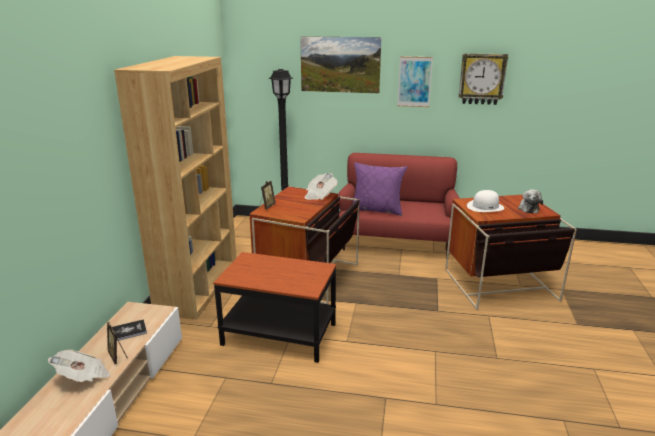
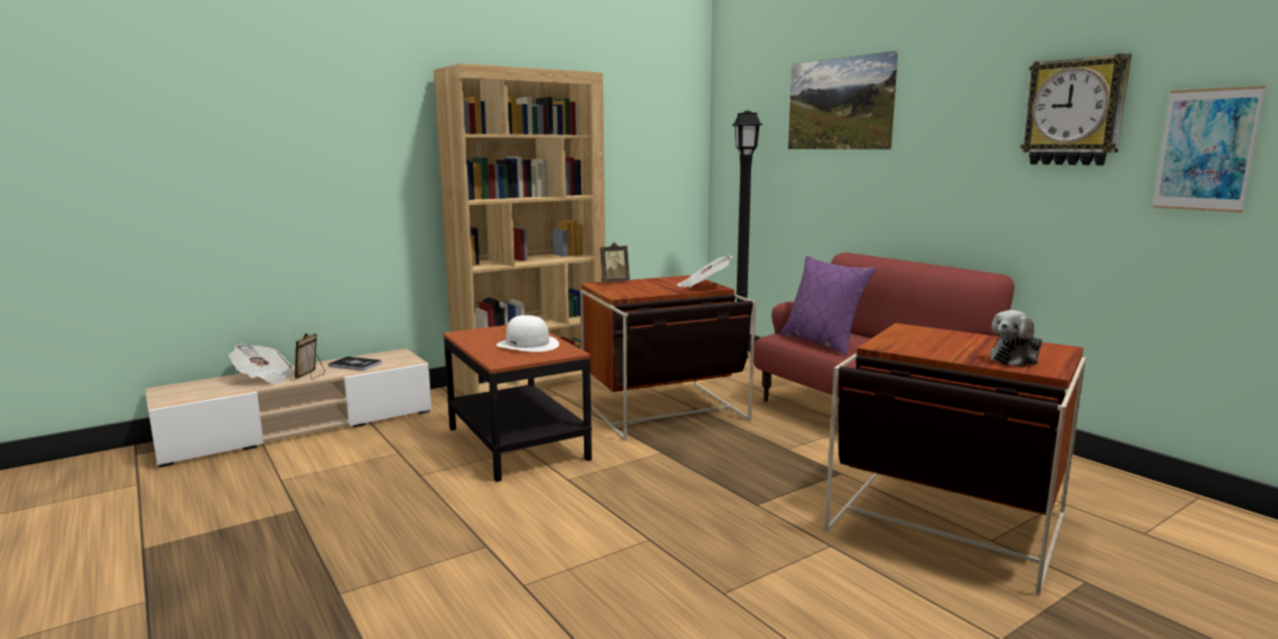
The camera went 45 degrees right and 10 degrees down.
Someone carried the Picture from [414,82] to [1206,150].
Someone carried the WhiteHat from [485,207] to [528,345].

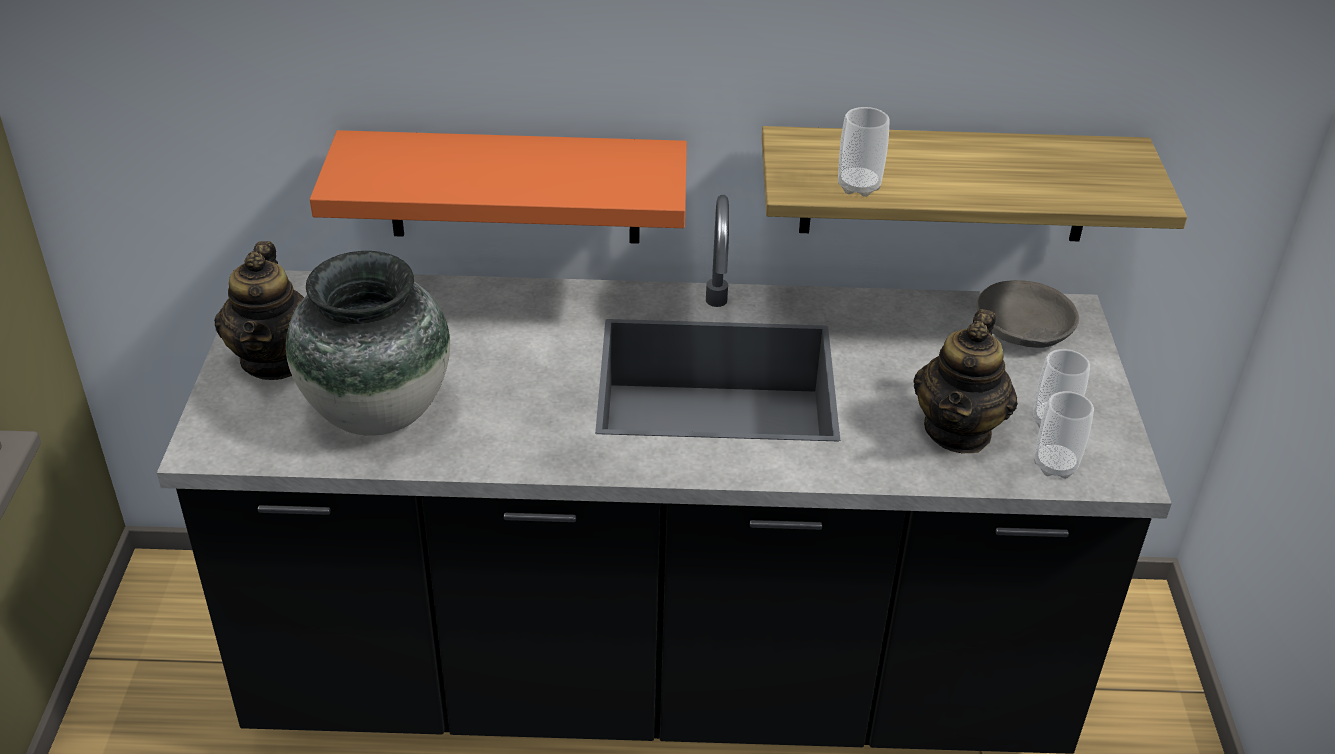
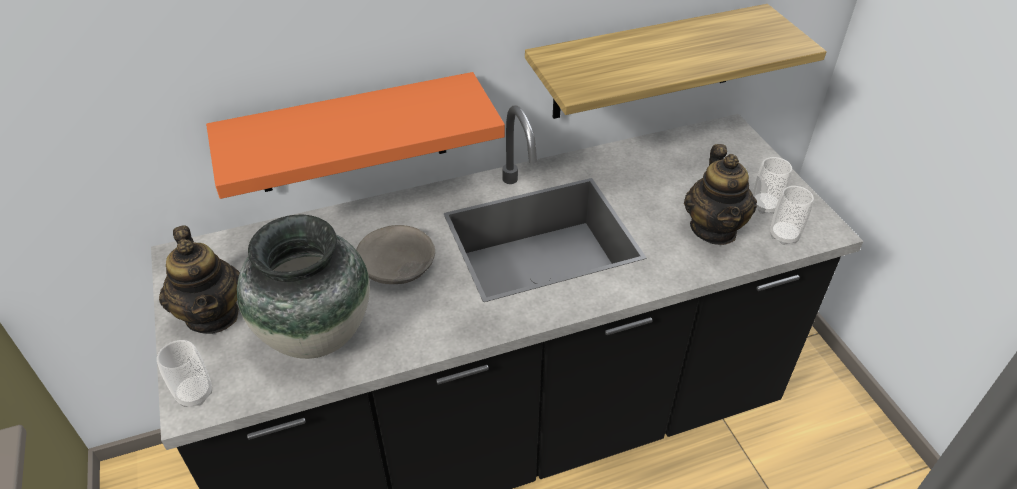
The camera went 20 degrees left and 5 degrees up.
Someone carried the Cup from [858,186] to [195,394].
Someone carried the GreyBowl from [1023,329] to [397,266].

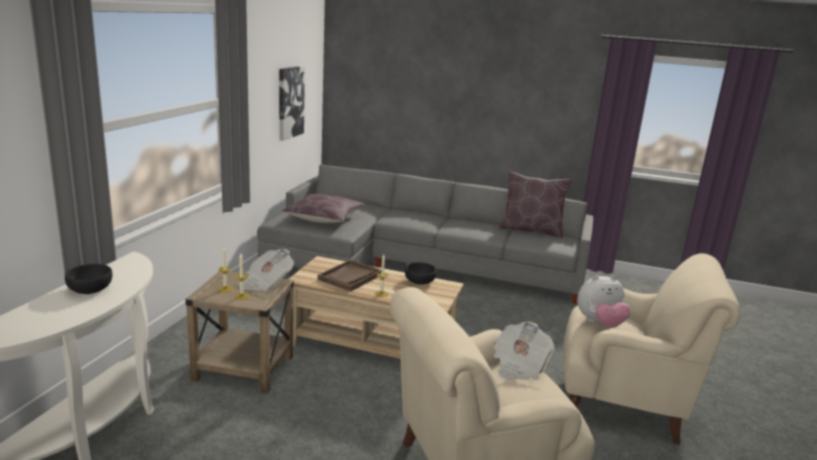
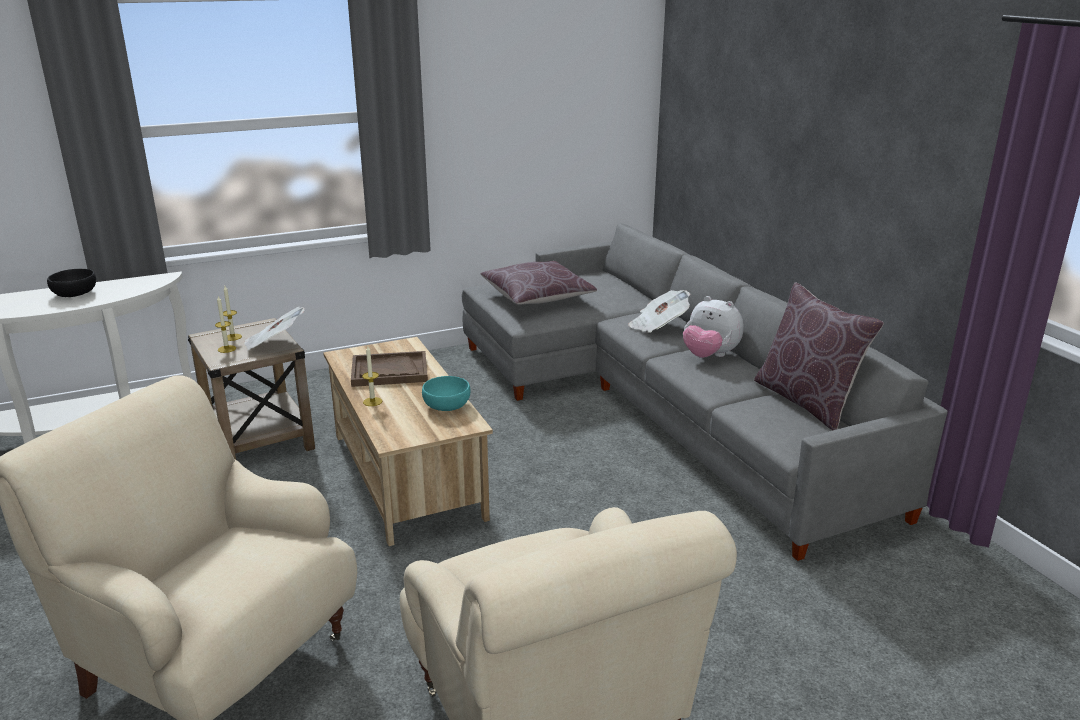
The camera went 50 degrees right and 5 degrees up.
Someone took away the Picture at [290,102].
Someone carried the Newspaper from [519,366] to [658,326].
Someone carried the PlushToy from [600,324] to [709,356].
Someone repainted the BlackBowl at [419,281], which became the TurquoiseBowl at [446,405].

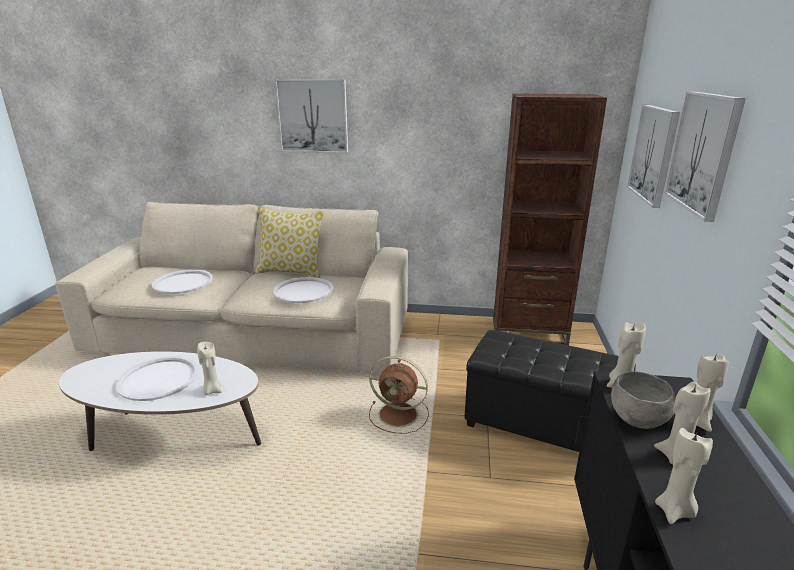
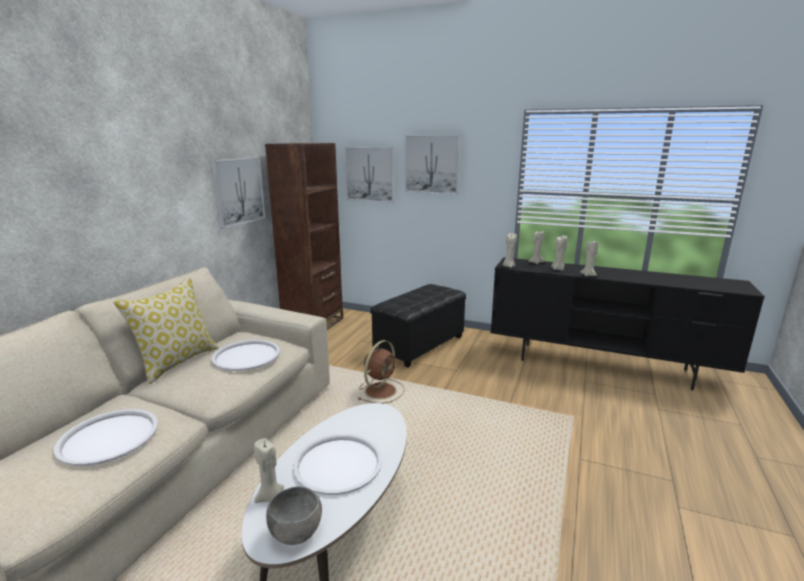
The camera went 75 degrees left and 5 degrees down.
Someone carried the BeigeCandle from [212,390] to [271,497].
Someone carried the Picture from [313,116] to [238,191].
Someone carried the GreyBowl from [638,421] to [297,534].

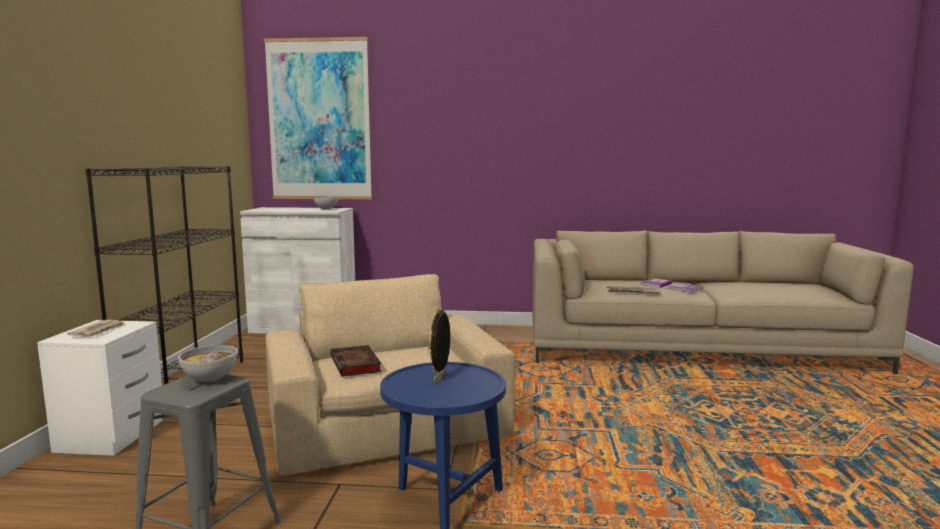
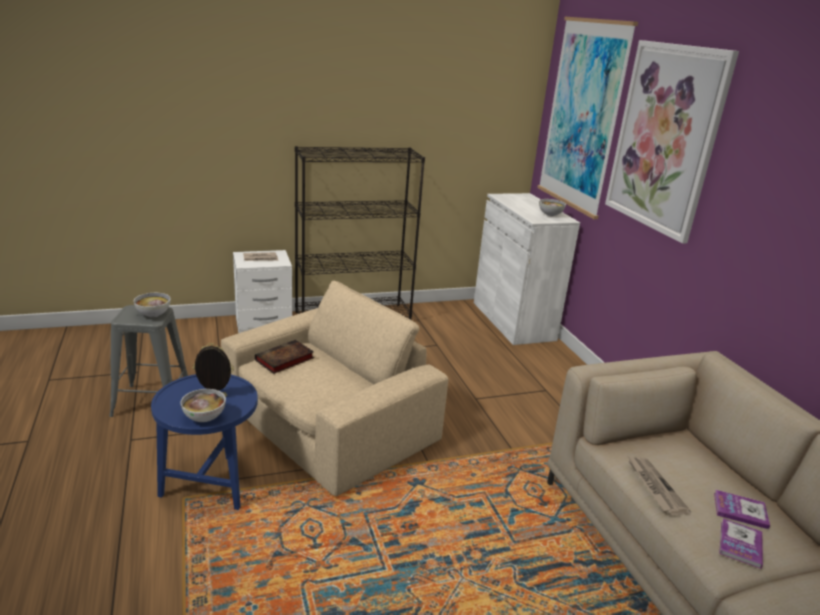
The camera went 65 degrees right and 15 degrees up.
Someone put down the Bowl at [205,418].
Someone put up the Picture at [665,138].

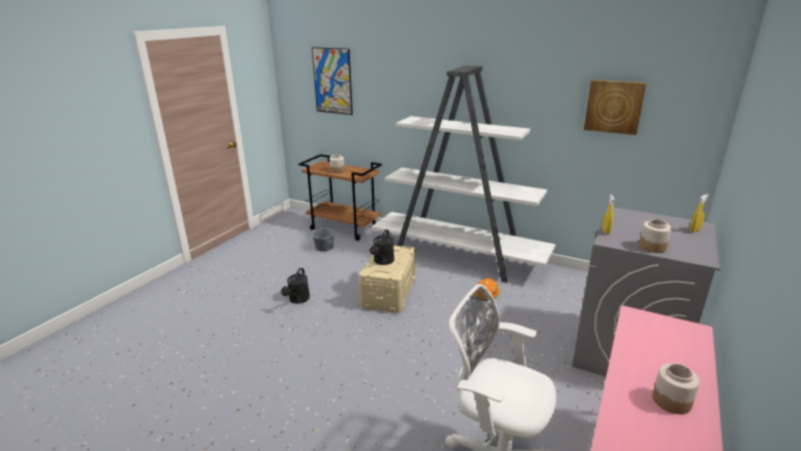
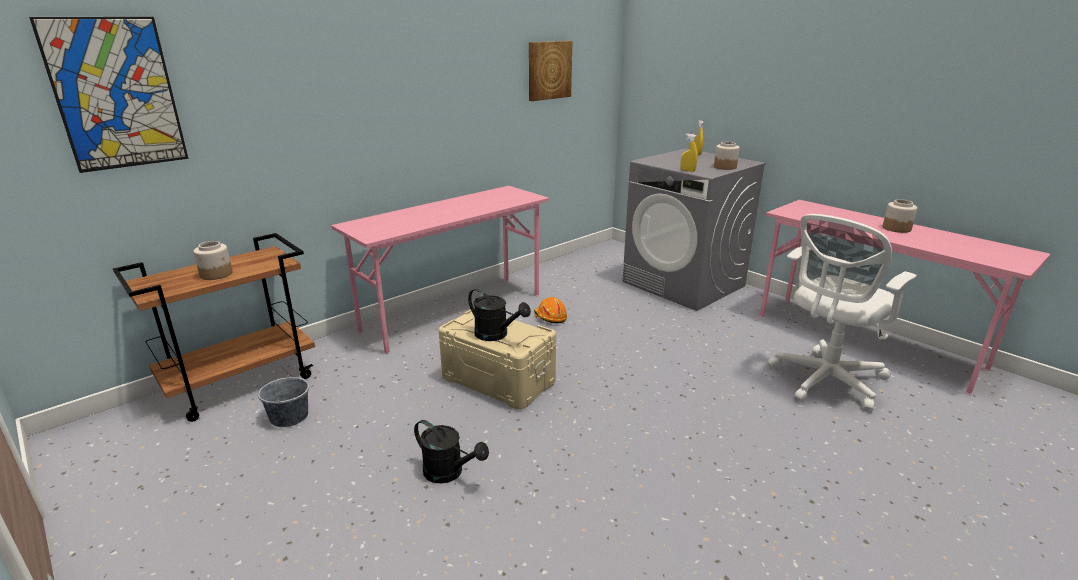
The camera went 70 degrees left and 0 degrees up.
Someone swapped the WhiteBookcase at [459,257] for the PinkDesk at [454,312].

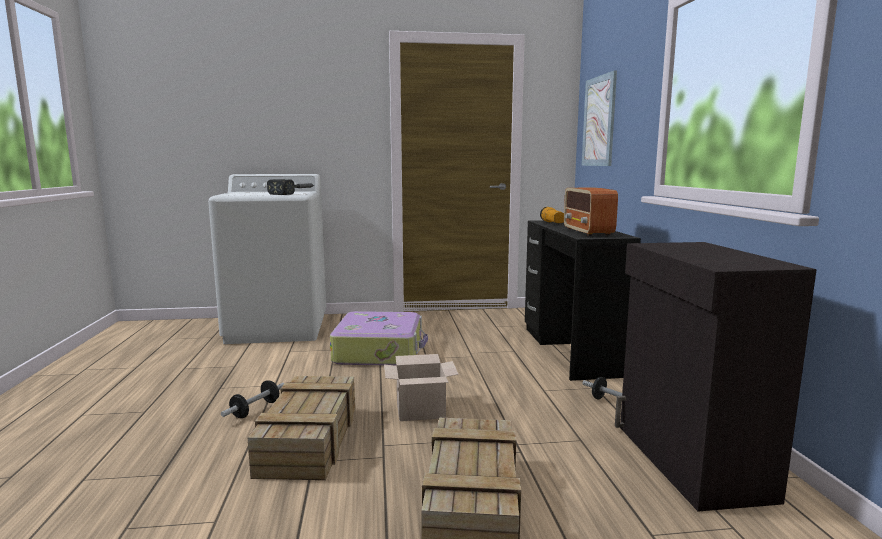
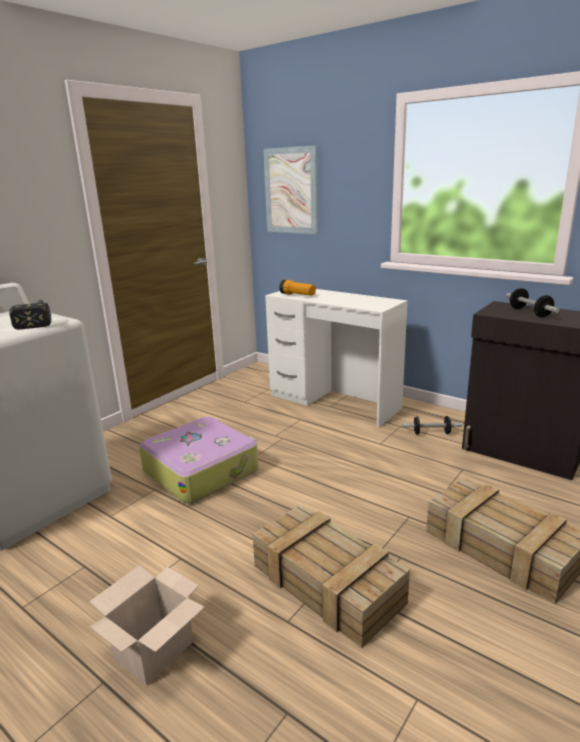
The camera went 45 degrees left and 10 degrees up.
Someone took away the Radio at [588,232].
Someone carried the Dumbbell from [255,409] to [529,312].
Someone carried the CardboardBox from [419,411] to [153,652].
Someone repainted the BlackDesk at [571,350], which became the WhiteDesk at [334,402].

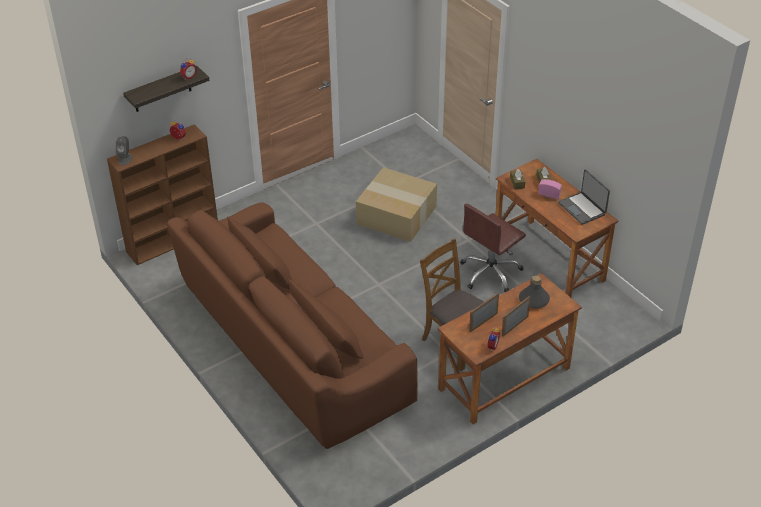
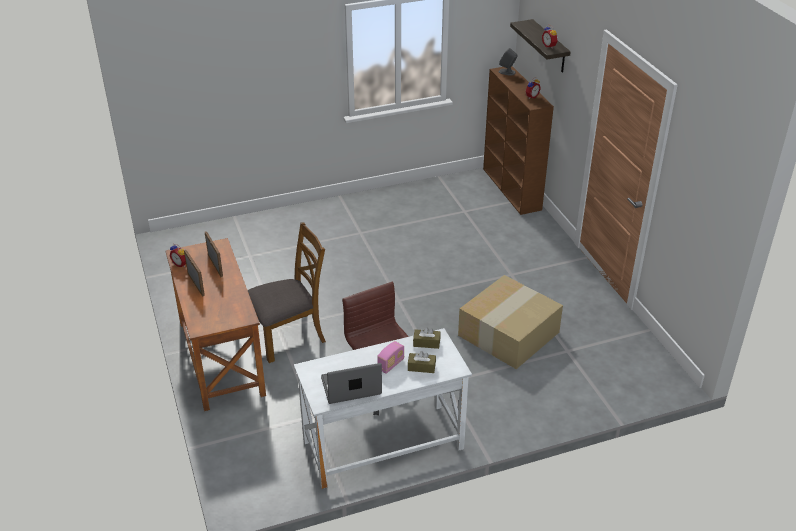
The camera went 105 degrees right and 5 degrees down.
Someone took away the BrownSofa at [291,344].
Someone took away the GreyBottle at [534,300].
Someone repainted the BrownDesk at [548,259], which became the WhiteDesk at [383,445].

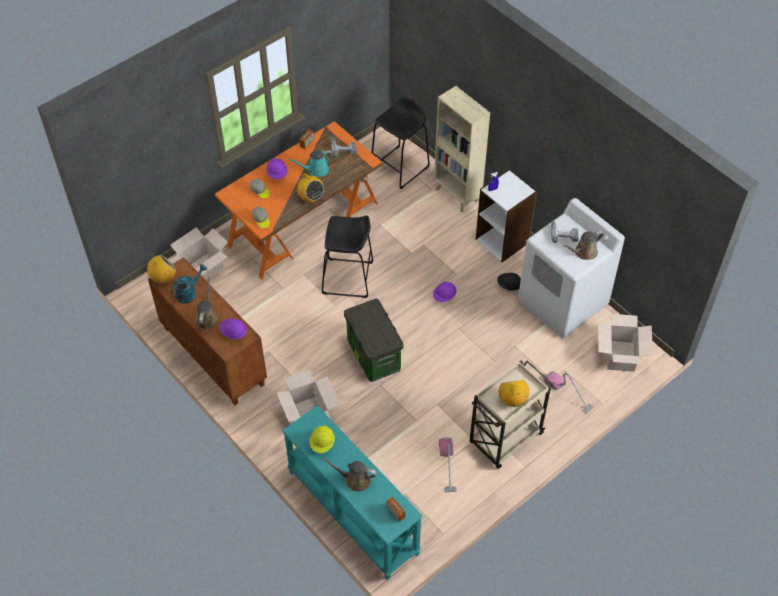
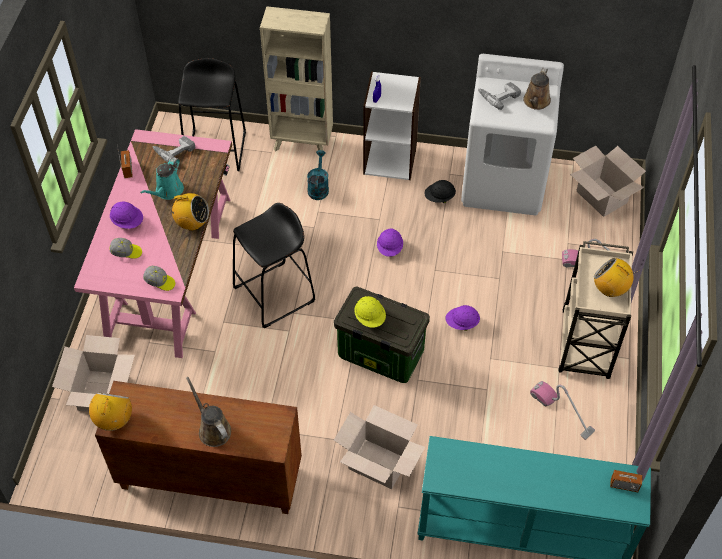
The camera went 40 degrees left and 0 degrees up.
Someone took away the BrownWateringCan at [355,480].
Someone carried the TurquoiseWateringCan from [189,293] to [318,187].
Someone carried the PurpleHardHat from [233,333] to [462,323].
Someone carried the YellowHardHat from [322,443] to [370,318].
Someone repainted the OrangeDesk at [303,223], which became the PinkDesk at [169,269].

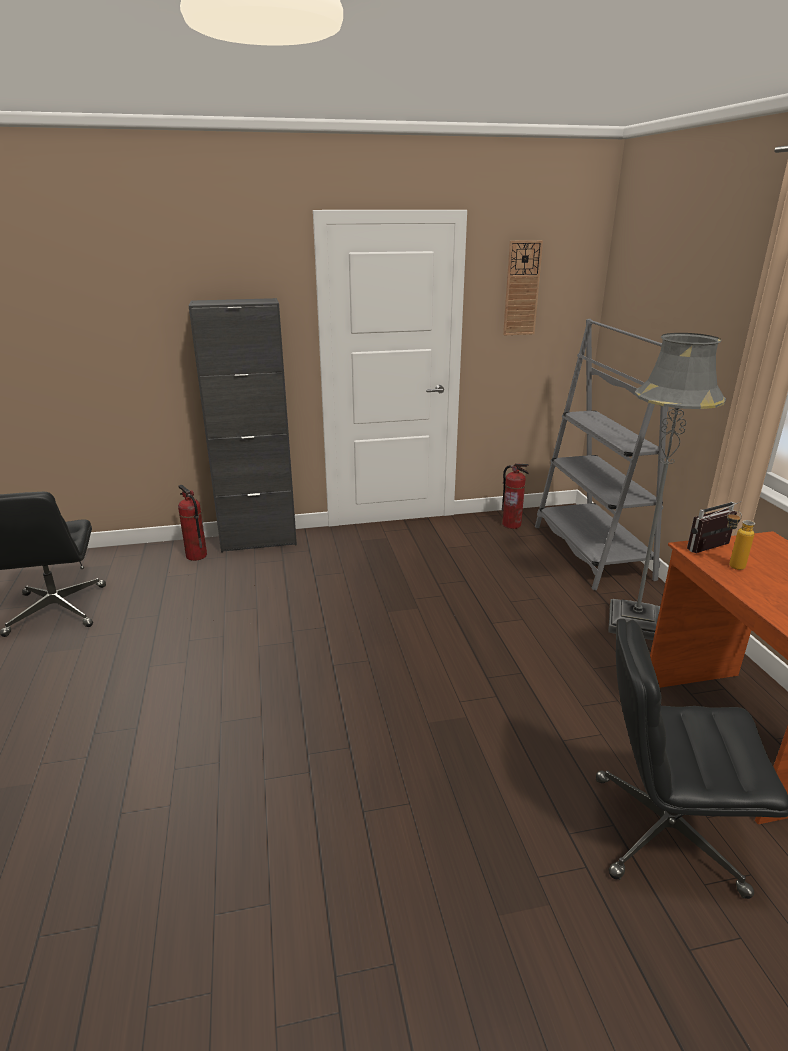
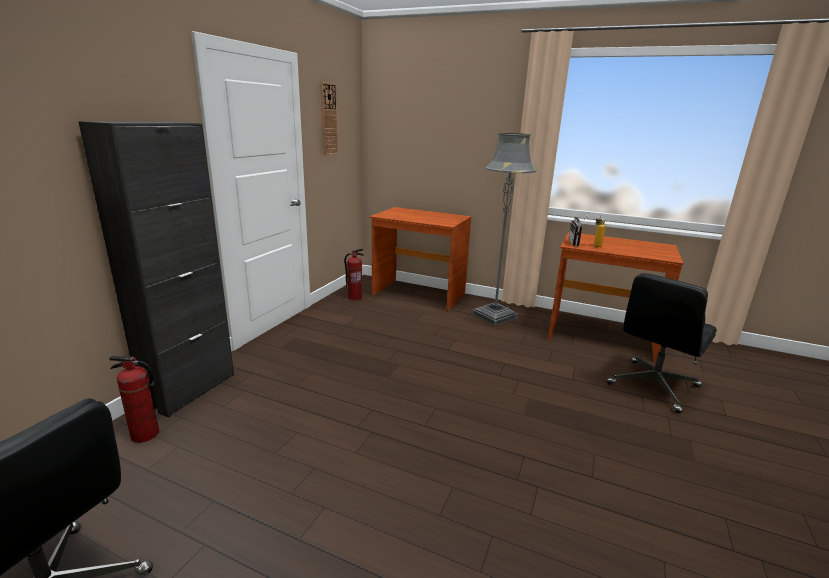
The camera went 55 degrees left and 5 degrees down.
Someone swapped the GreyBookcase at [591,552] for the BrownDesk at [418,294].

